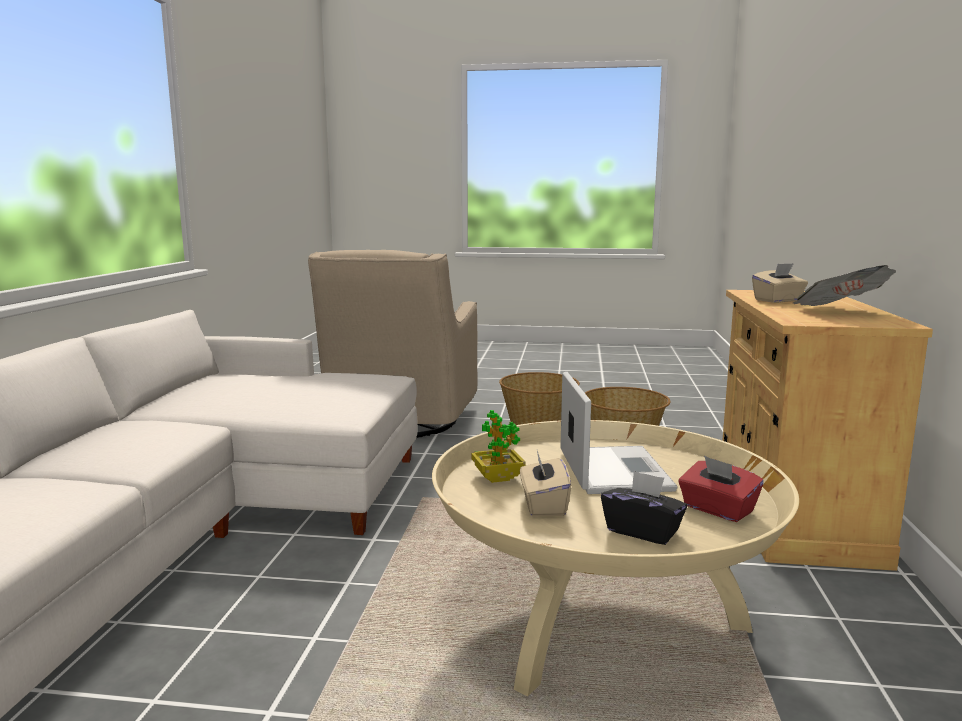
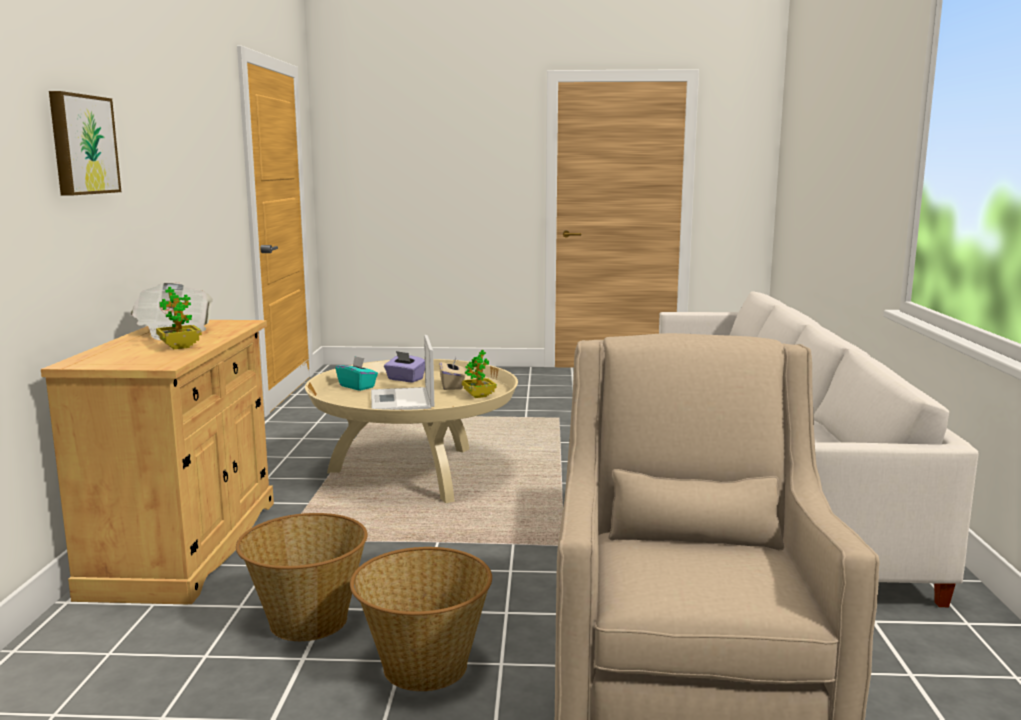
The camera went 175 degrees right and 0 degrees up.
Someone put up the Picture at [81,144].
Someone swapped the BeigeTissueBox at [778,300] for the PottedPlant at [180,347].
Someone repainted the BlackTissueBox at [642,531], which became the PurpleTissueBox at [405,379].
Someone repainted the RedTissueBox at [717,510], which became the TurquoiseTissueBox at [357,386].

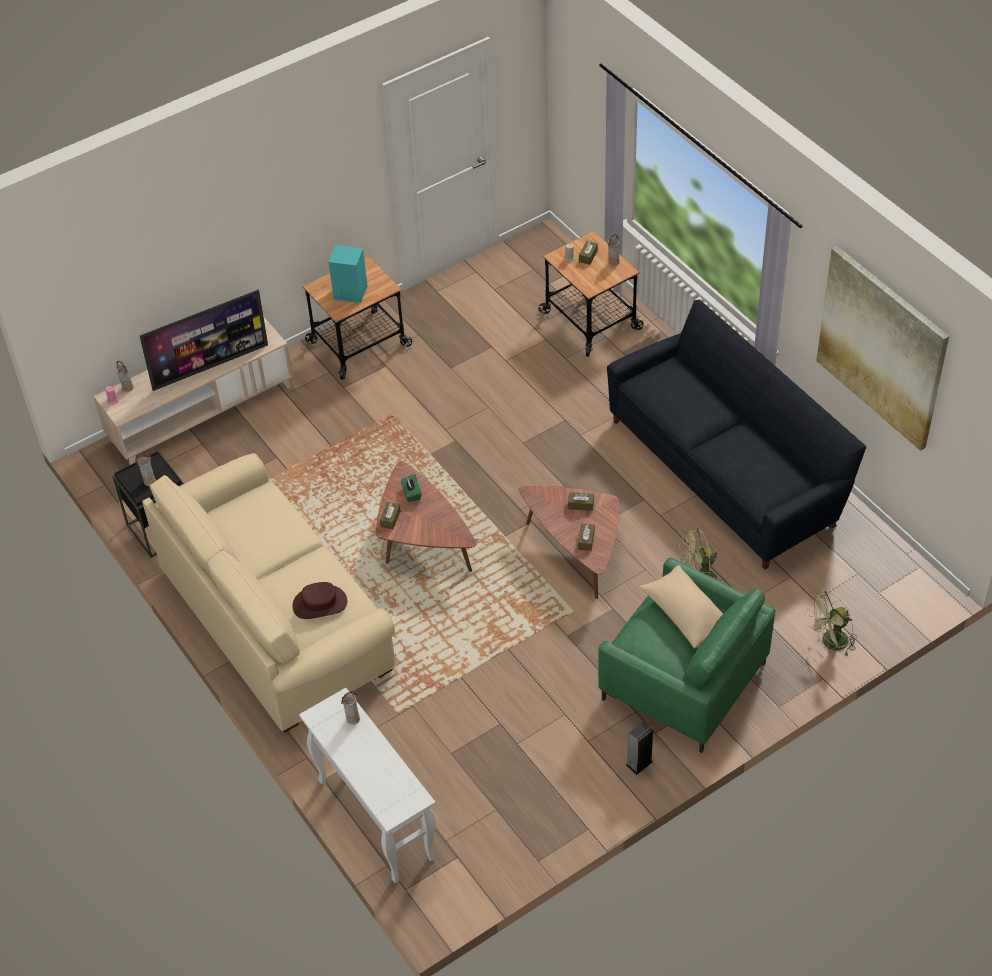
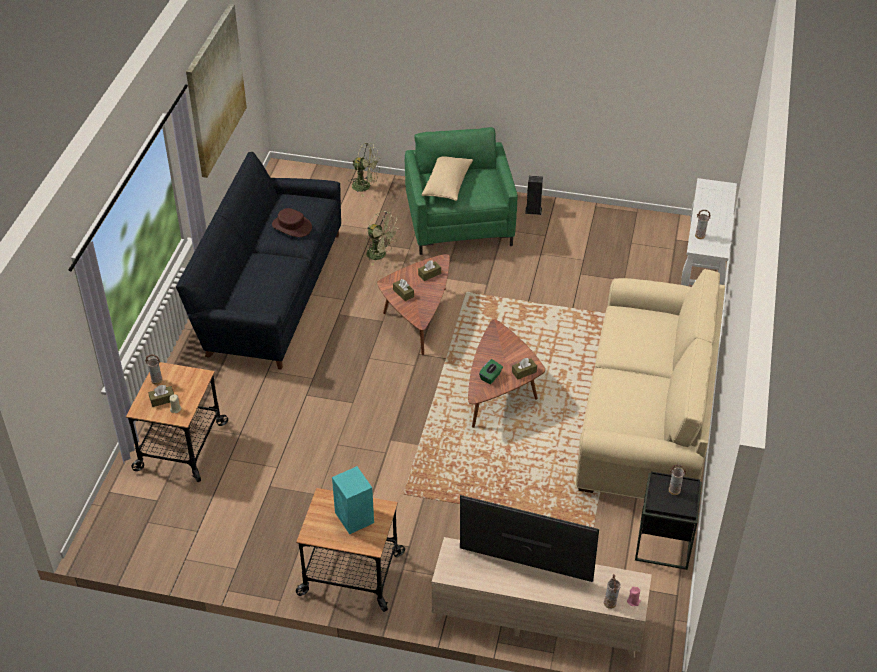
The camera went 135 degrees left and 5 degrees down.
Someone carried the BrownHat from [320,604] to [291,226].

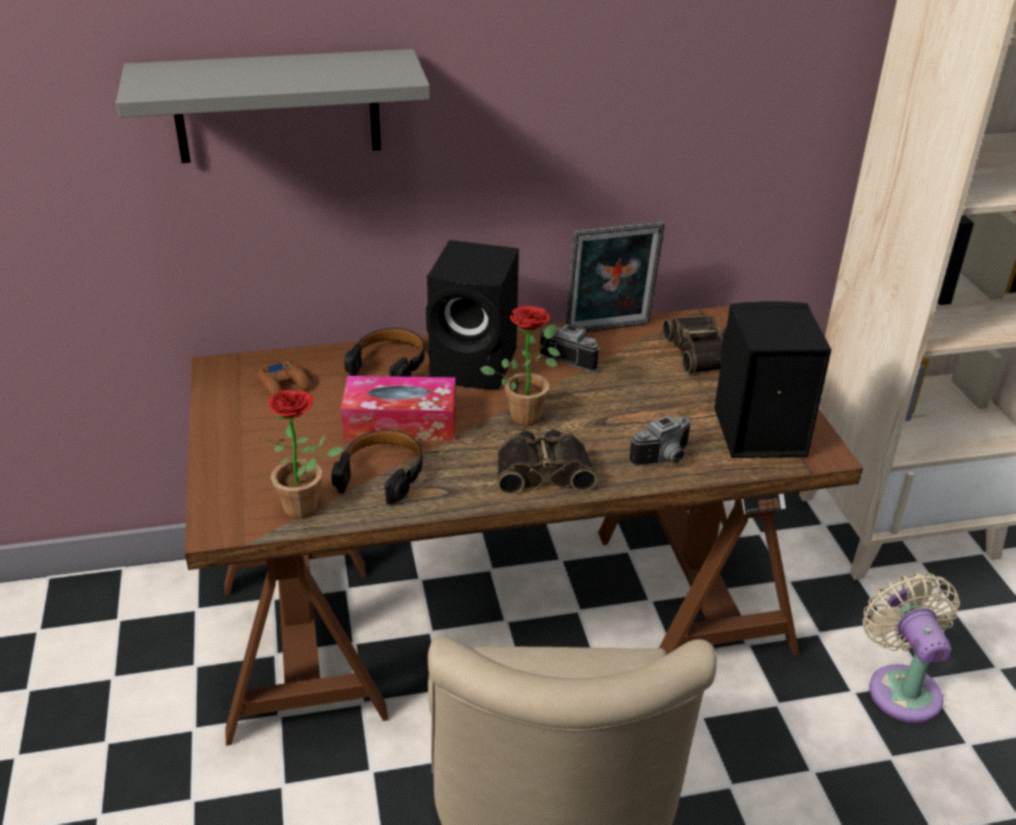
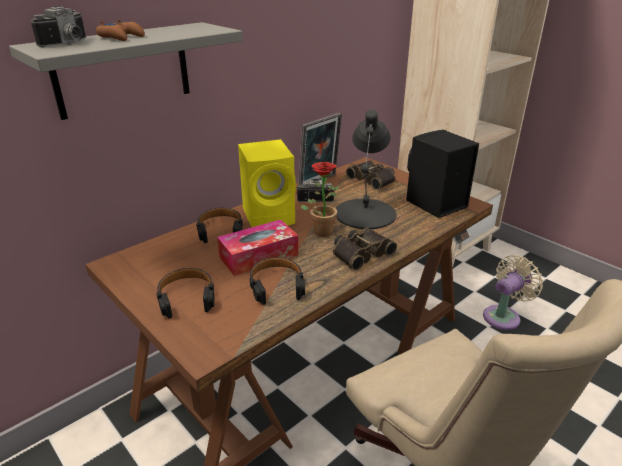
The camera went 30 degrees left and 5 degrees down.
Someone took away the PottedPlant at [308,509].
Someone put down the BlackHeadphones at [186,297].
Someone put down the BlackTableLamp at [365,213].
Someone carried the BrownGameController from [284,385] to [121,37].
Someone carried the PhotoCamera from [665,459] to [69,43].
Someone repainted the BlackSpeaker at [477,365], which became the YellowSpeaker at [270,216].
Someone rotated the BeigeFan at [901,687] by 90 degrees clockwise.

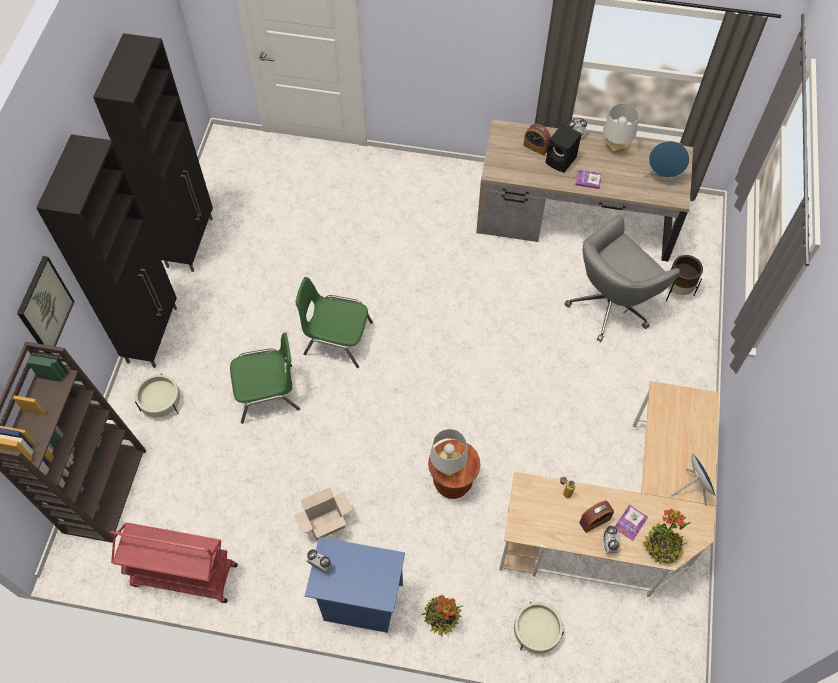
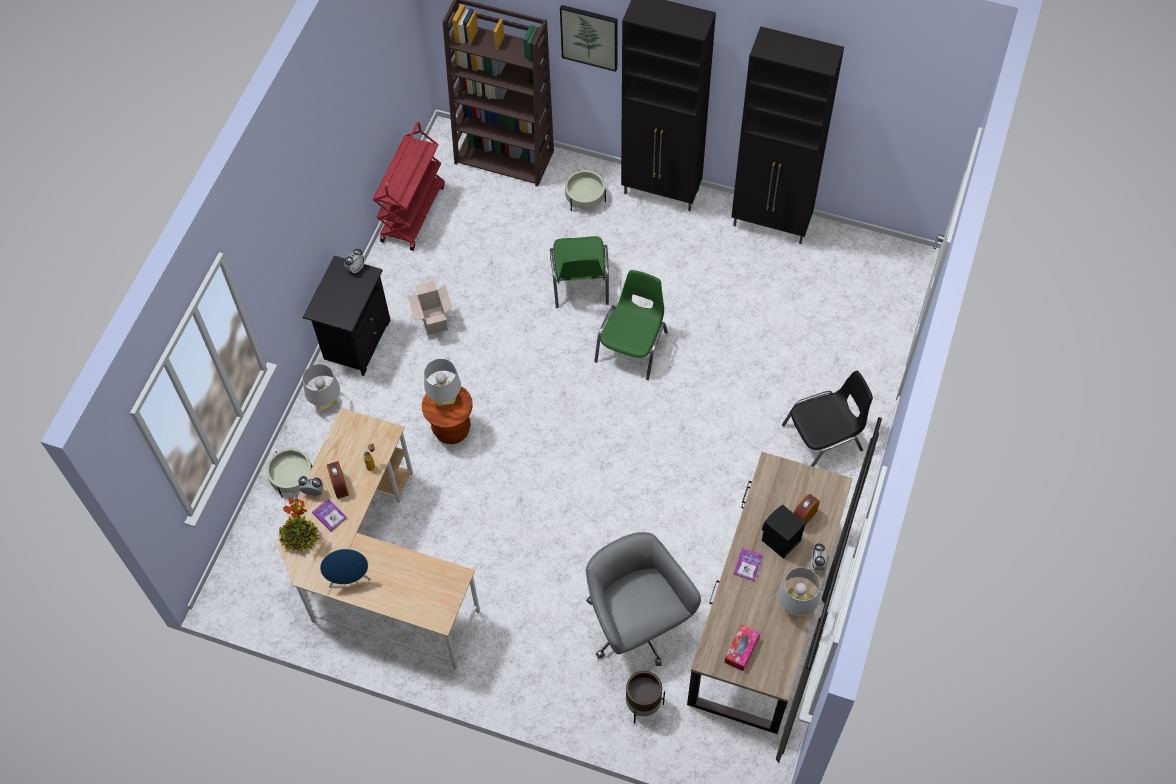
The camera went 100 degrees right and 0 degrees up.
Someone put down the BlackChair at [824,438].
Someone swapped the PottedPlant at [441,616] for the GreyTableLamp at [326,403].
Someone swapped the BlueSpeaker at [662,178] for the TissueBox at [741,650].
Someone repainted the BlueNightstand at [360,602], which became the BlackNightstand at [356,341].

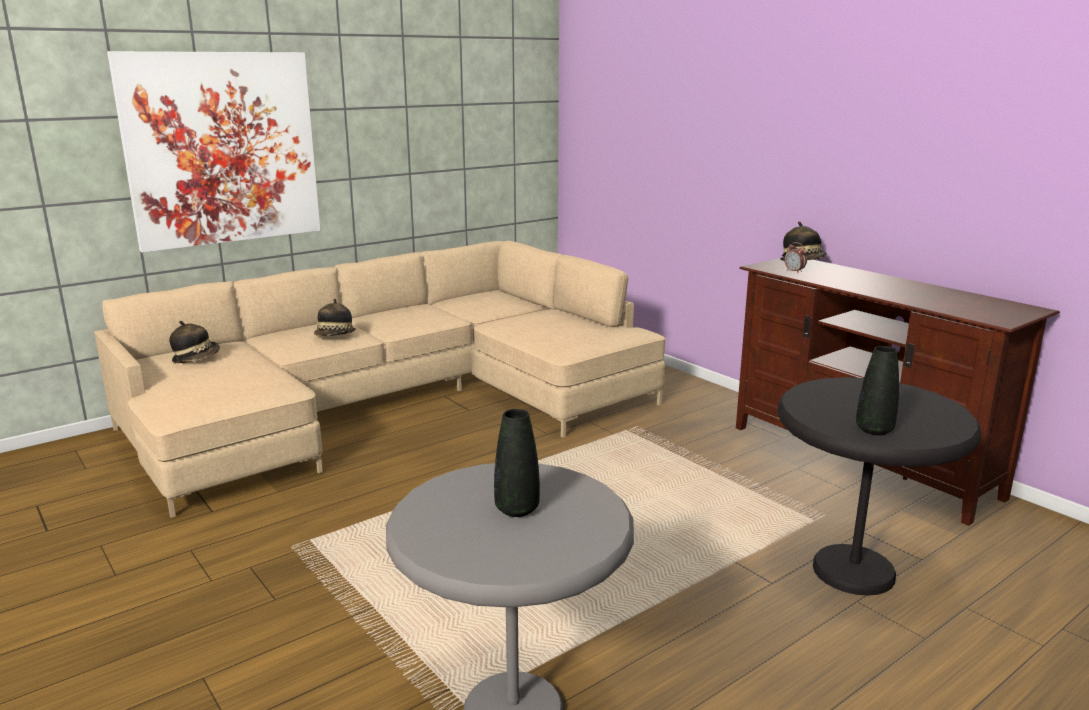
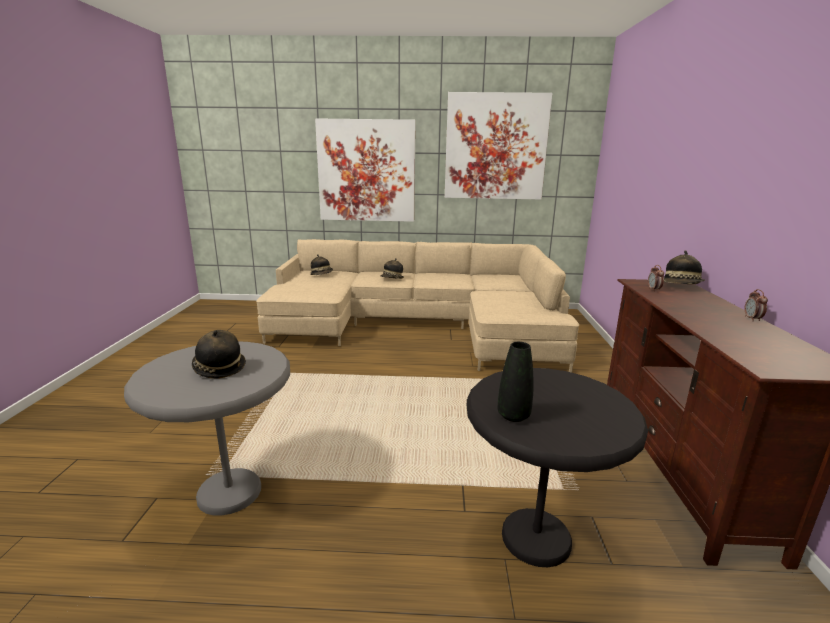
The camera went 40 degrees right and 0 degrees up.
Someone put up the Picture at [495,147].
Someone put down the AlarmClock at [752,319].
Someone swapped the BlackVase at [517,509] for the Hat at [219,368].

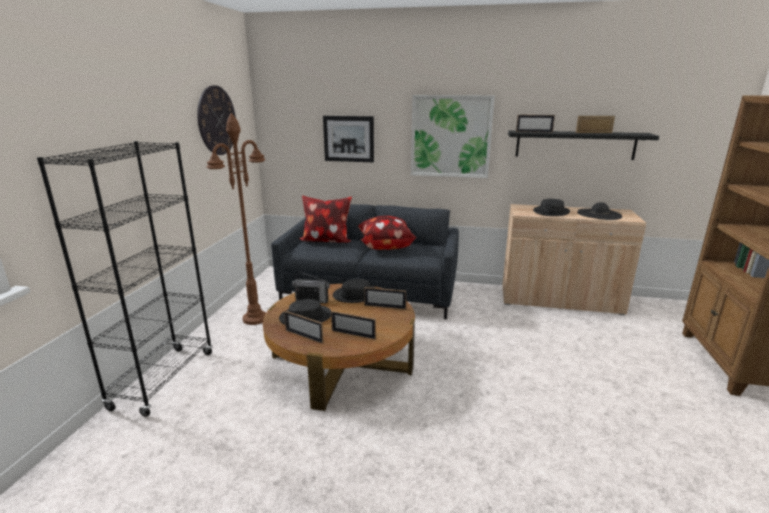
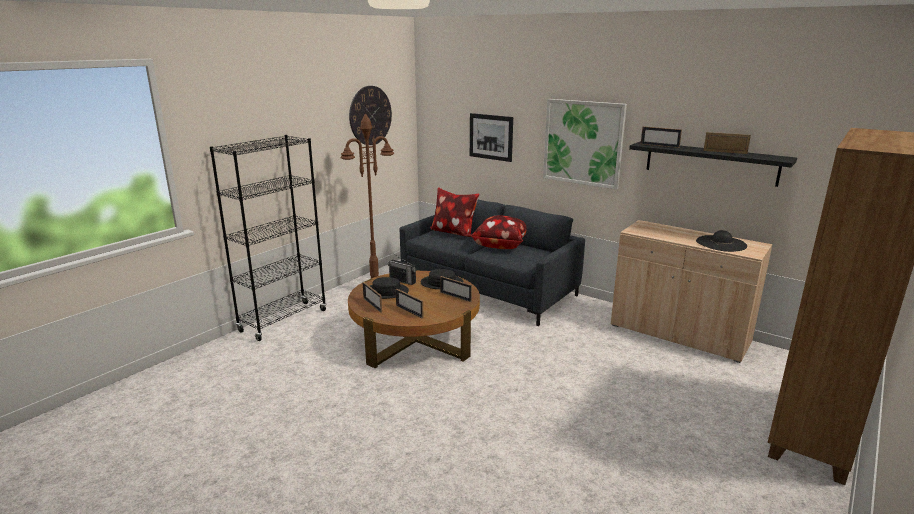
The camera went 25 degrees right and 0 degrees up.
Someone took away the BlackHat at [551,212].

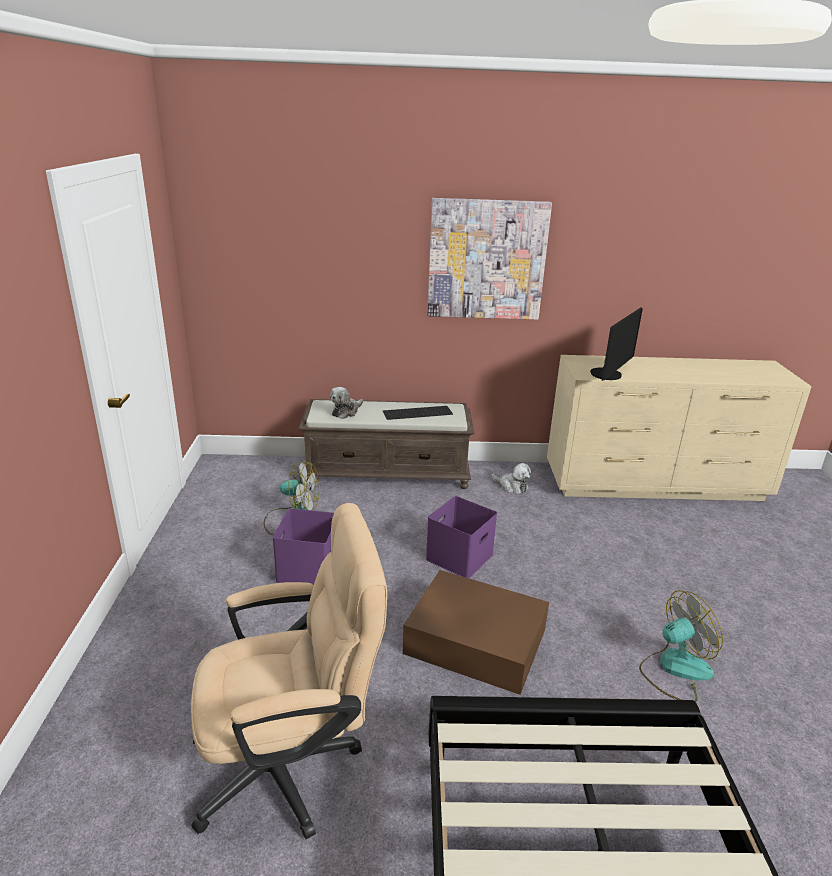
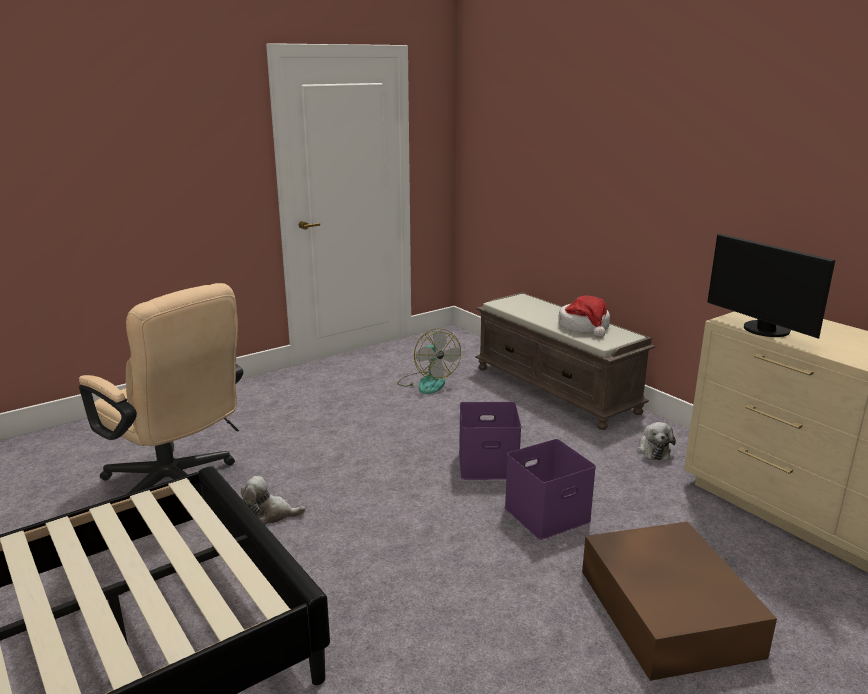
The camera went 55 degrees right and 5 degrees down.
Someone took away the Picture at [486,260].
Someone took away the Fan at [675,669].
Someone carried the PurpleStorageBox from [309,569] to [546,515].
Someone carried the PlushToy from [346,412] to [270,515].
Someone carried the BrownStorageBox from [474,640] to [667,610].
Someone swapped the Keyboard at [418,412] for the Hat at [584,327].
Someone rotated the Monitor at [609,375] by 60 degrees clockwise.

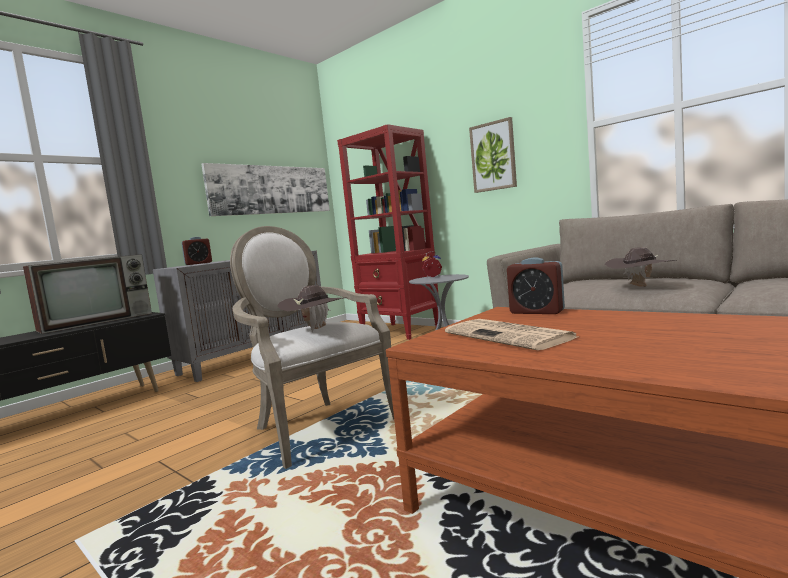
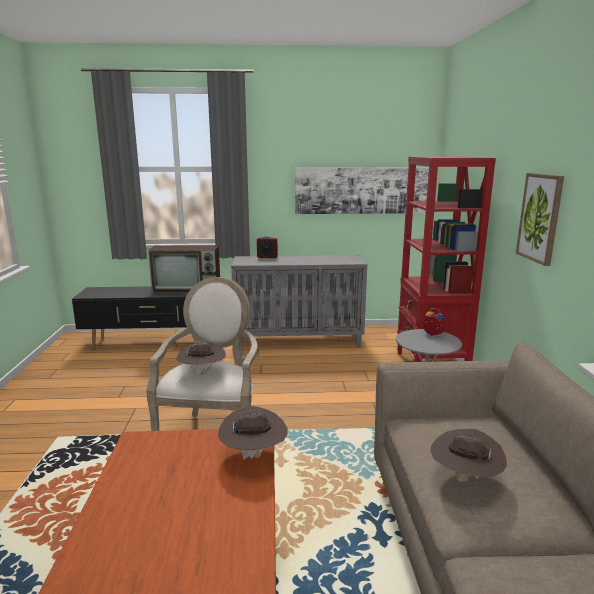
The camera went 45 degrees right and 10 degrees up.
Someone took away the Newspaper at [510,336].
Someone swapped the AlarmClock at [537,312] for the BrownHat at [254,455].

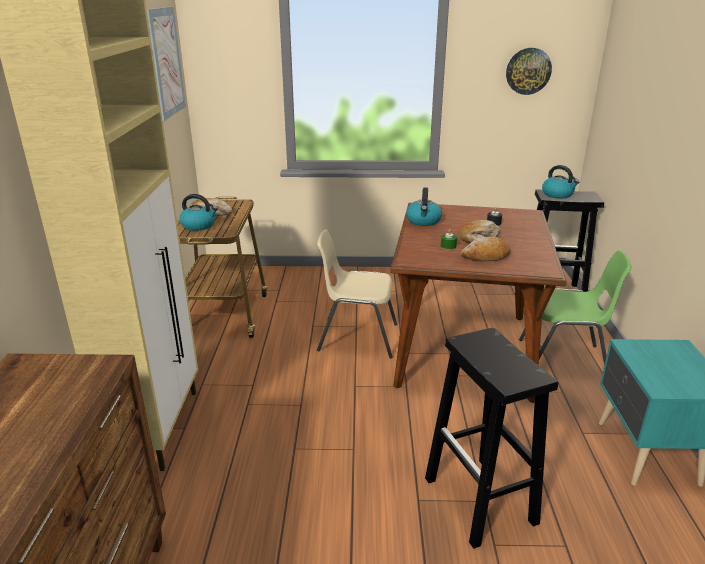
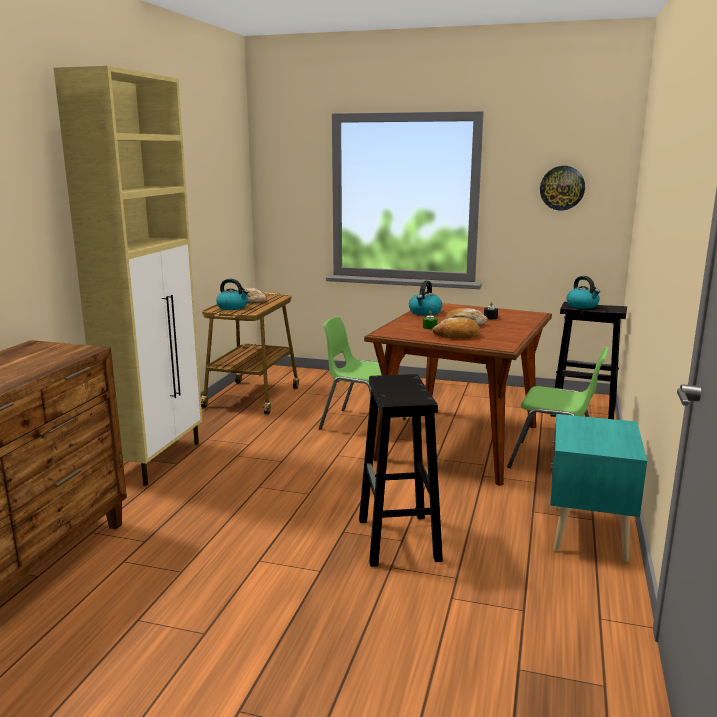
The camera went 15 degrees right and 10 degrees down.
Someone took away the Picture at [165,62].
Someone repainted the BeigeChair at [356,337], which became the GreenChair at [361,424].

